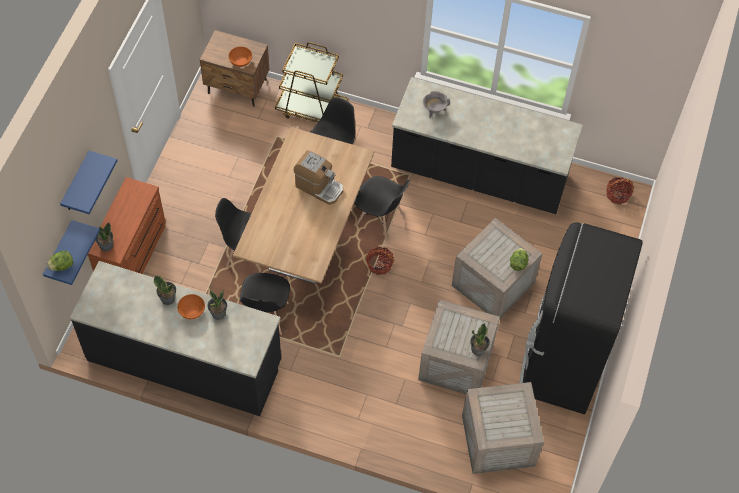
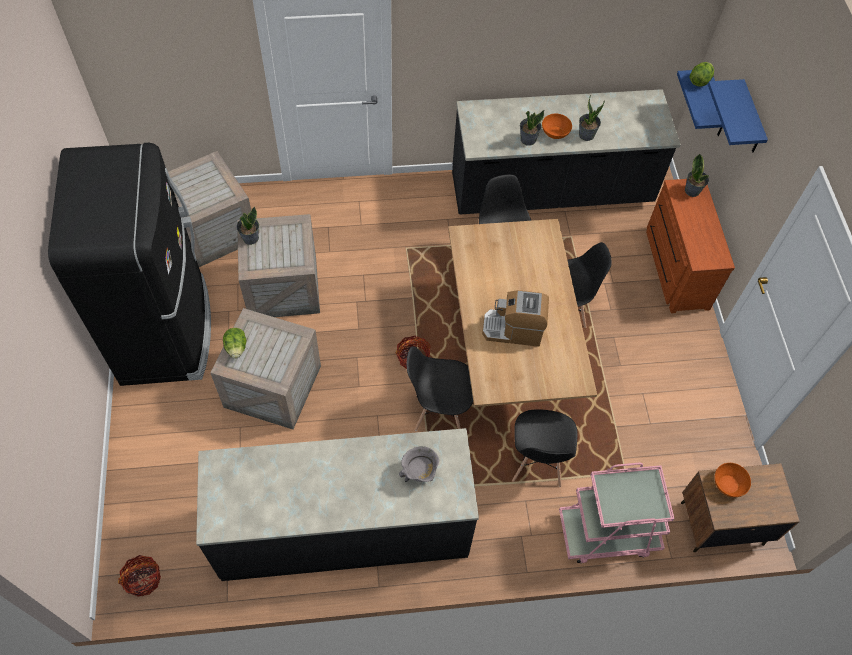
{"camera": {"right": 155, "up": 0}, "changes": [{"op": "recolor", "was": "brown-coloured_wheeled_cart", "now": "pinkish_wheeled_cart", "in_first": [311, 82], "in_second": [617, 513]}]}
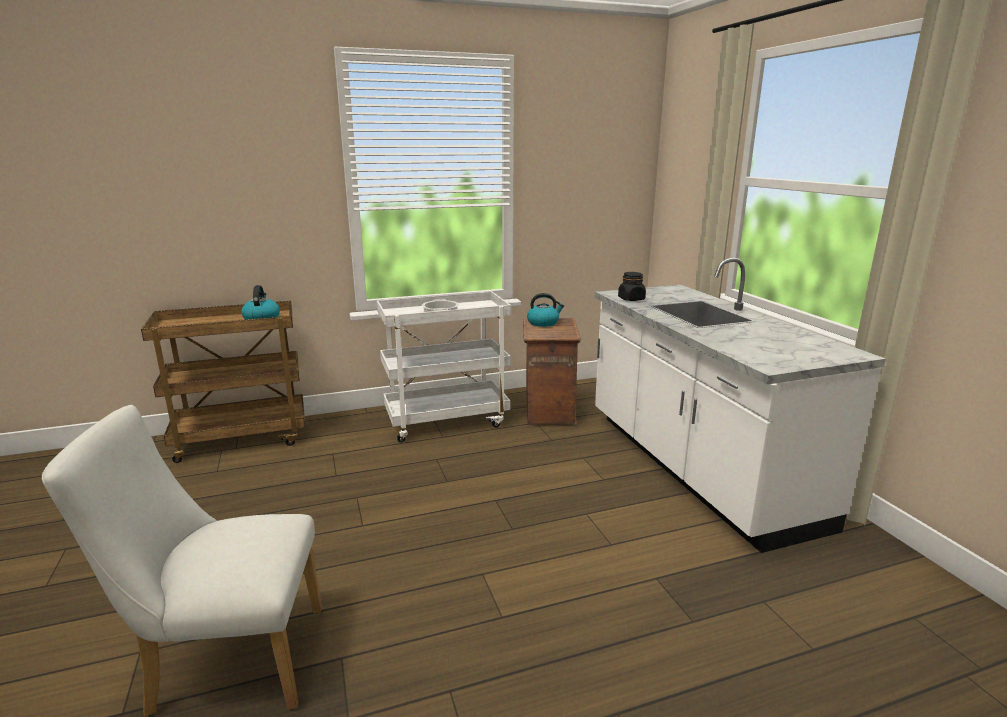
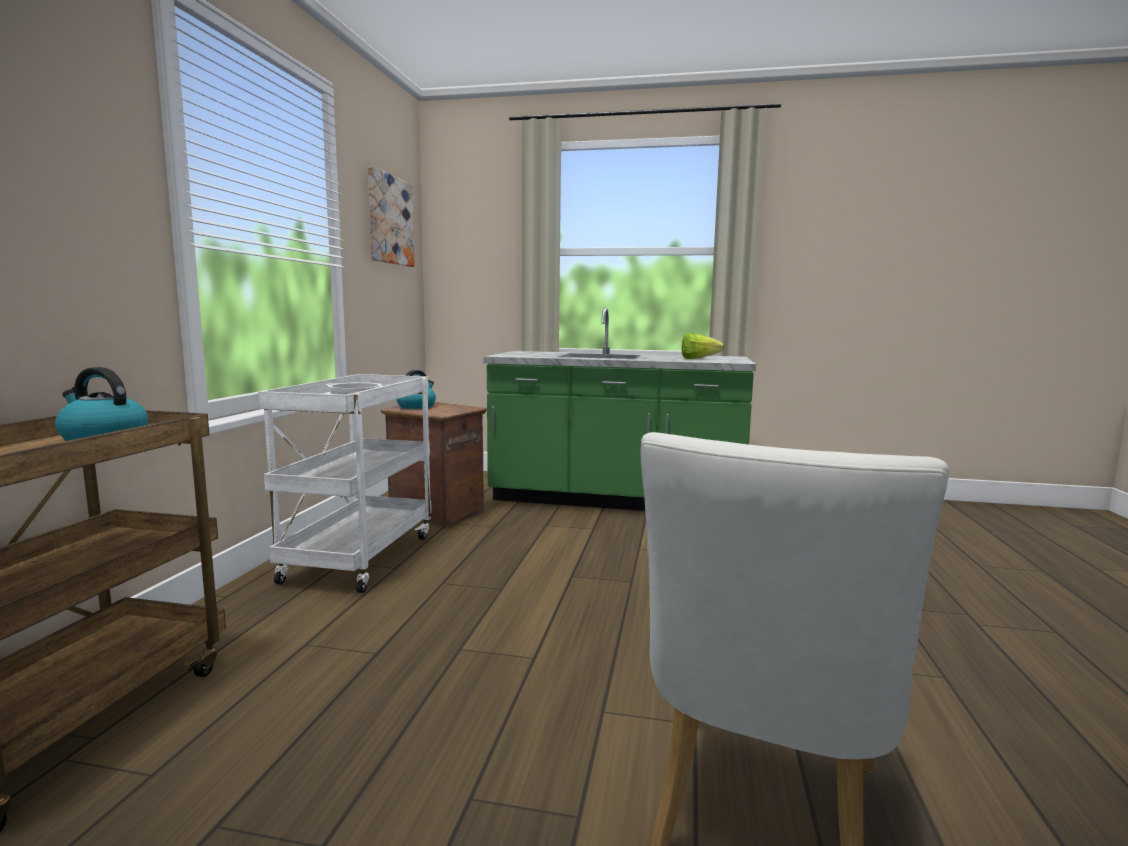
{"camera": {"right": -60, "up": -10}, "changes": [{"op": "insert", "now": "wall_art", "in_second": [391, 217]}, {"op": "recolor", "was": "white_kitchen_counter", "now": "greenish_kitchen_counter", "in_first": [740, 405], "in_second": [619, 409]}, {"op": "insert", "now": "head_of_lettuce", "in_second": [703, 346]}, {"op": "delete", "was": "black-coloured_preserve_jar", "in_first": [632, 286]}]}
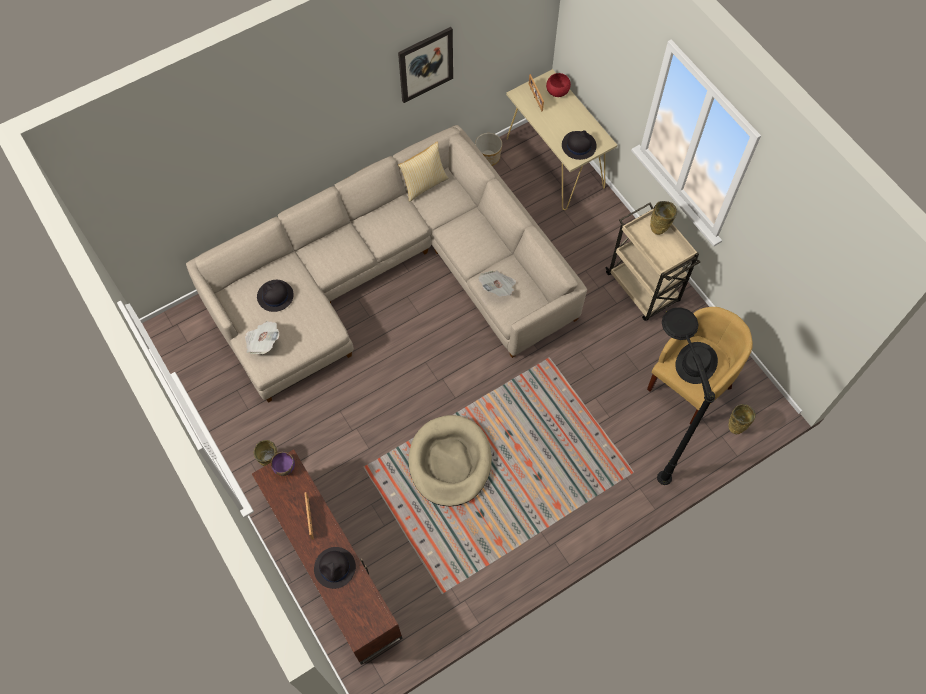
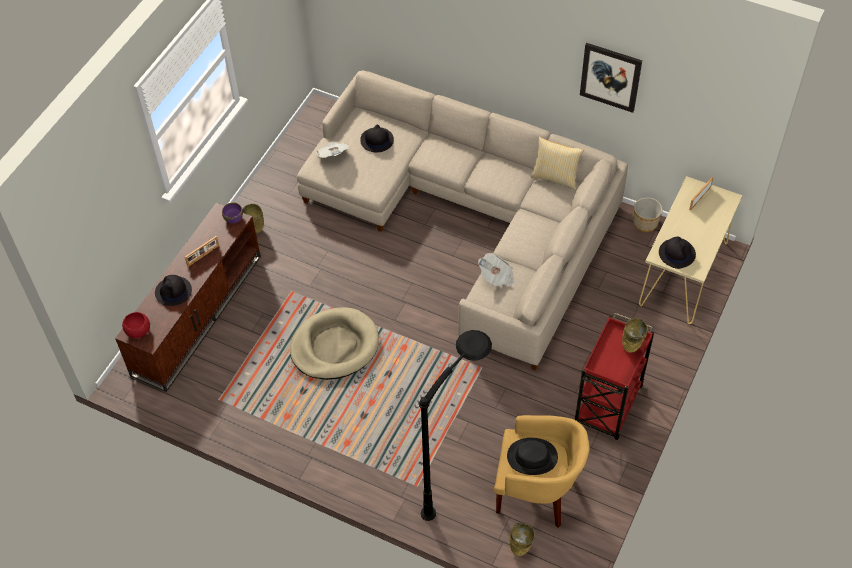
{"camera": {"right": 60, "up": -10}, "changes": [{"op": "move", "was": "red-coloured_serving_bowl", "in_first": [558, 85], "in_second": [136, 325]}, {"op": "recolor", "was": "beige_wheeled_cart", "now": "red-coloured_wheeled_cart", "in_first": [652, 261], "in_second": [614, 376]}]}
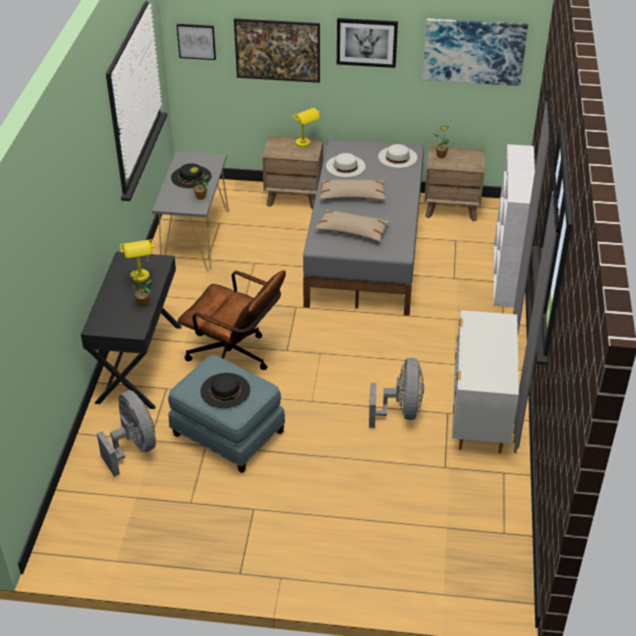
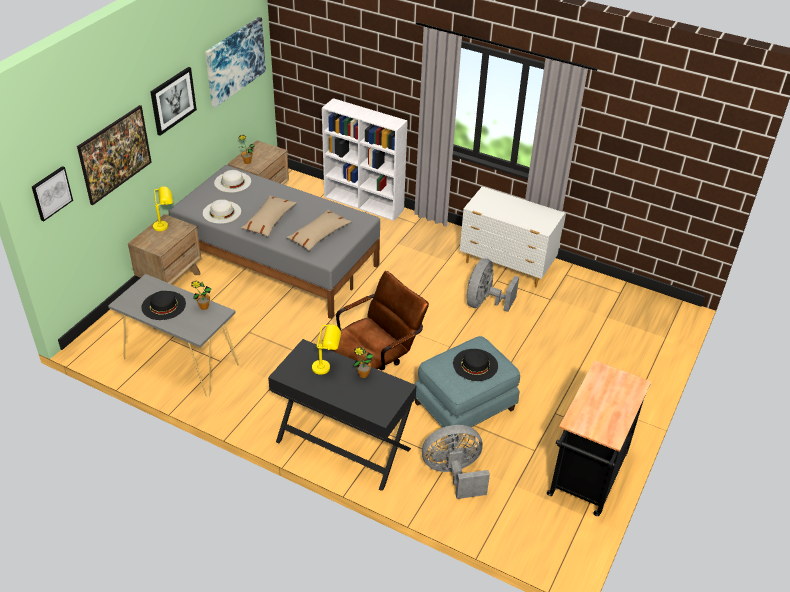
{"camera": {"right": -70, "up": 0}, "changes": [{"op": "rotate", "was": "grey_electric_fan", "in_first": [396, 393], "in_second": [493, 285], "clockwise": -90}, {"op": "insert", "now": "black-coloured_wheeled_cart", "in_second": [599, 438]}]}
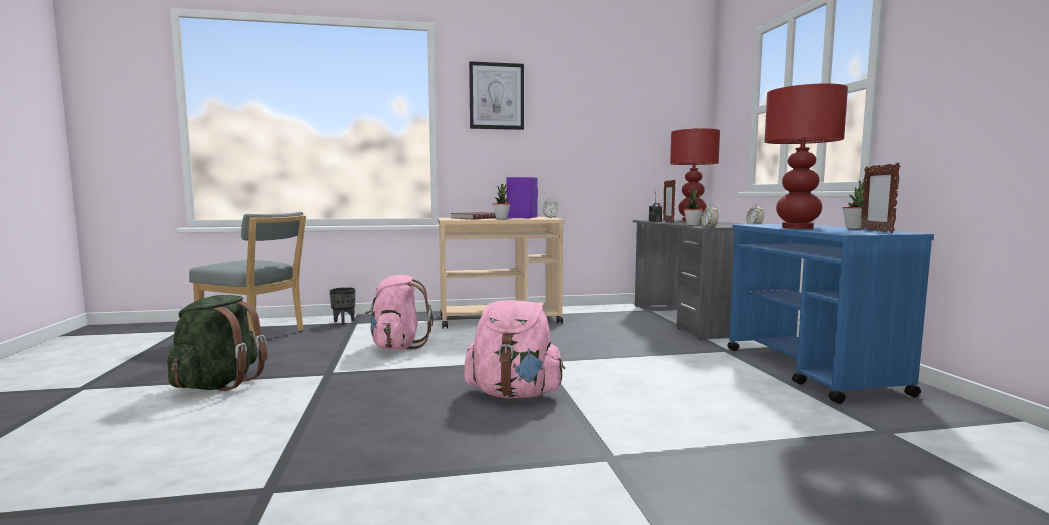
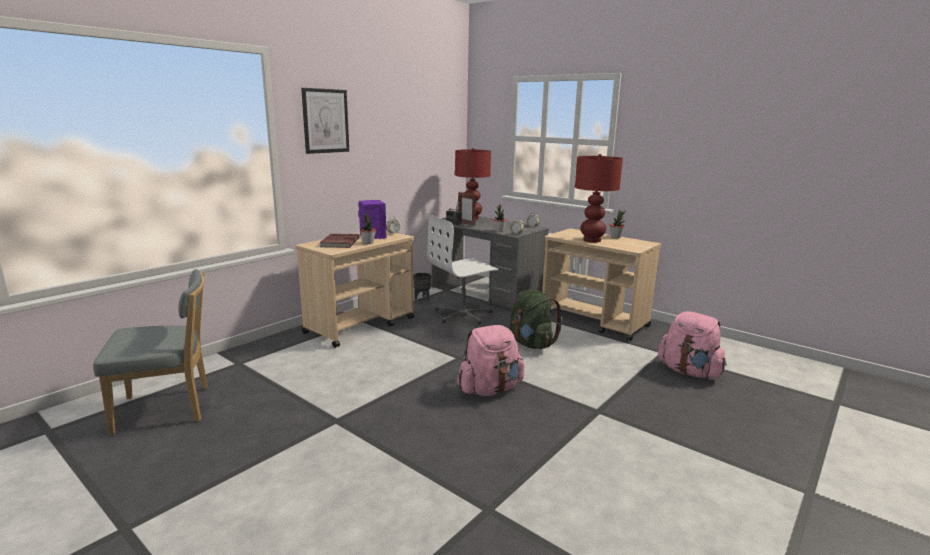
{"camera": {"right": -40, "up": 10}, "changes": [{"op": "move", "was": "black-coloured_flower_pot", "in_first": [342, 306], "in_second": [422, 287]}, {"op": "insert", "now": "white_computer_chair", "in_second": [463, 270]}, {"op": "move", "was": "greenish_backpack", "in_first": [217, 343], "in_second": [536, 319]}, {"op": "recolor", "was": "bluish_wheeled_cart", "now": "beige_wheeled_cart", "in_first": [830, 314], "in_second": [601, 284]}, {"op": "move", "was": "pinkish_backpack", "in_first": [399, 312], "in_second": [692, 344]}, {"op": "delete", "was": "picture_frame", "in_first": [880, 198]}]}
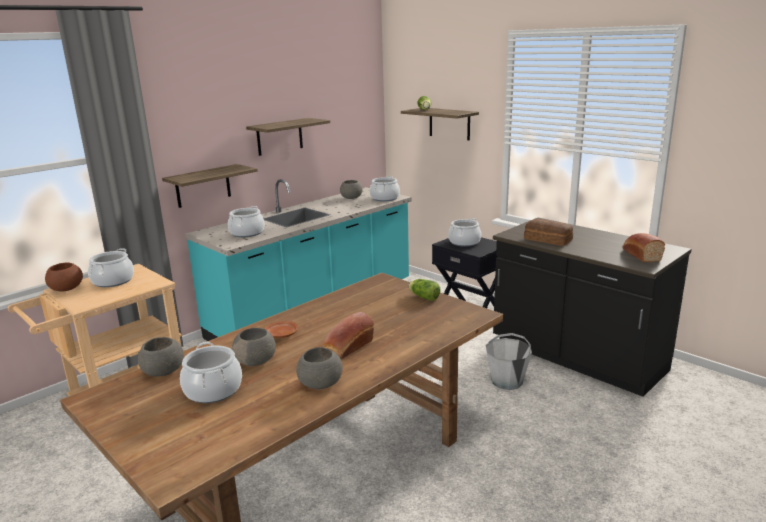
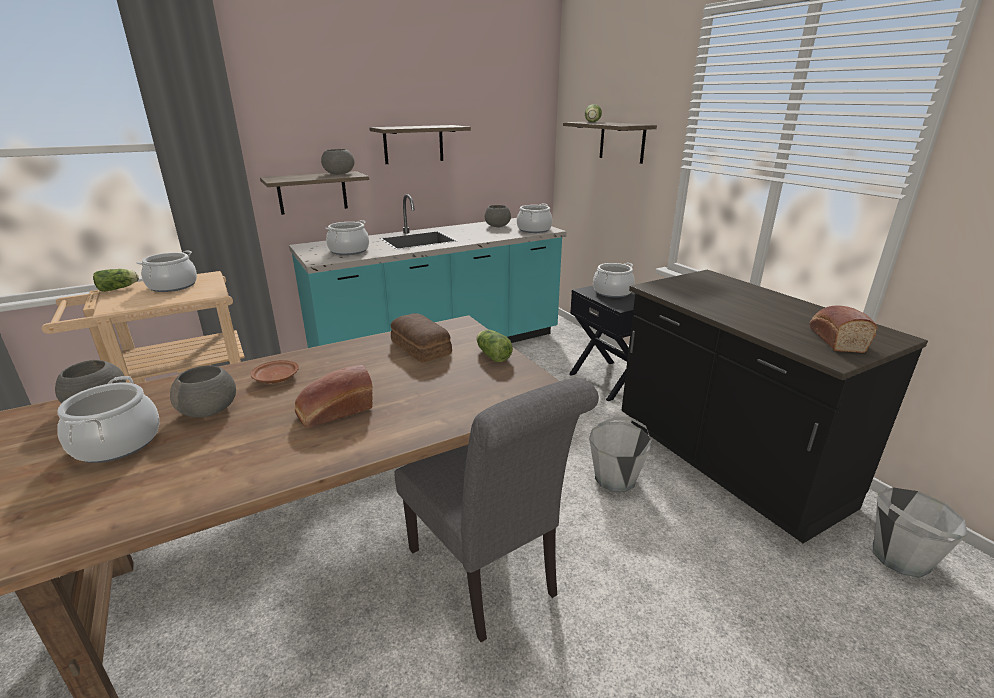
{"camera": {"right": 15, "up": 5}, "changes": [{"op": "replace", "was": "brown-coloured_serving_bowl", "now": "head_of_lettuce", "in_first": [64, 277], "in_second": [116, 280]}, {"op": "move", "was": "grey_serving_bowl", "in_first": [319, 368], "in_second": [337, 162]}, {"op": "move", "was": "bakery_bread", "in_first": [548, 232], "in_second": [421, 338]}, {"op": "insert", "now": "grey_upright_chair", "in_second": [496, 510]}, {"op": "insert", "now": "grey_water_bucket", "in_second": [920, 533]}]}
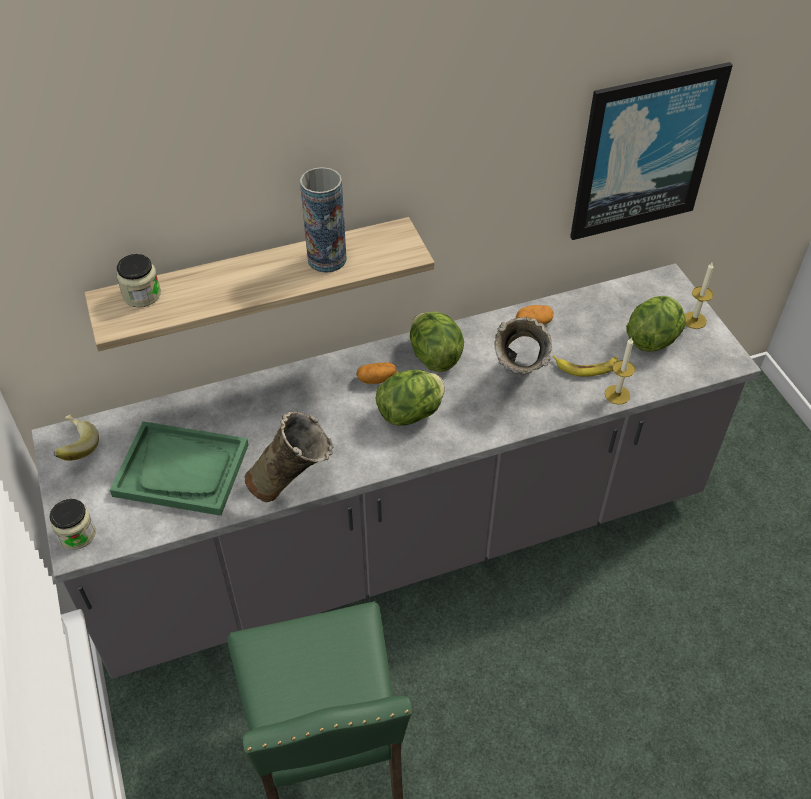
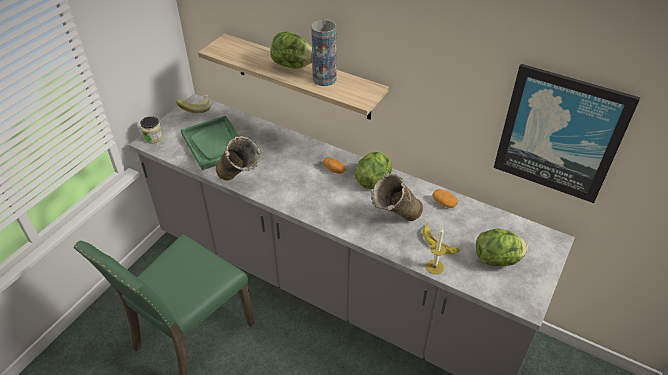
{"camera": {"right": 50, "up": -5}, "changes": [{"op": "move", "was": "head_of_lettuce", "in_first": [410, 398], "in_second": [291, 50]}, {"op": "delete", "was": "preserve_jar", "in_first": [139, 280]}, {"op": "delete", "was": "wax_light", "in_first": [699, 296]}]}
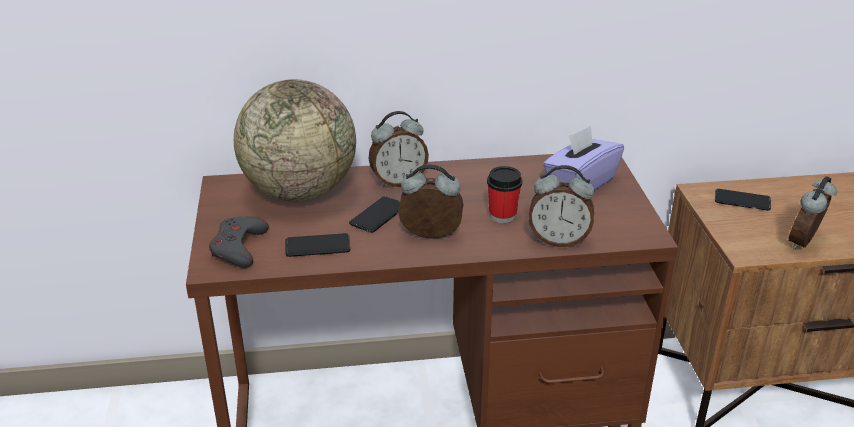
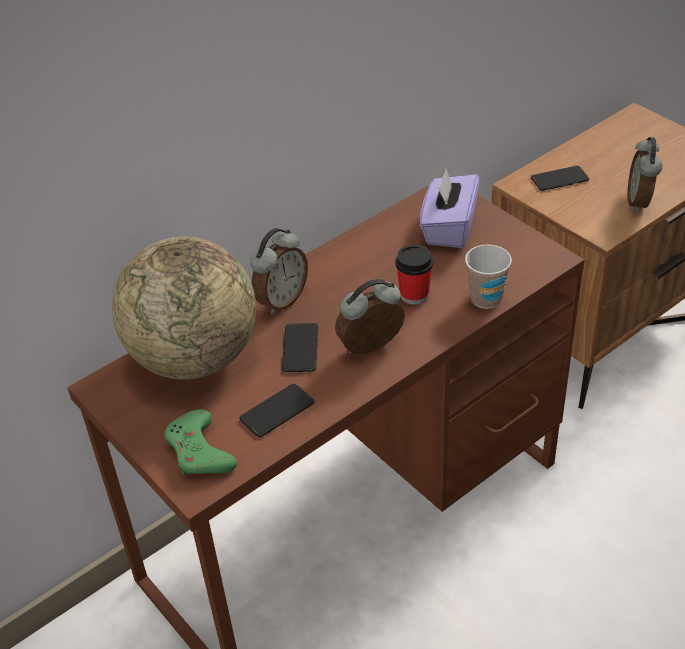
{"camera": {"right": -30, "up": 10}, "changes": [{"op": "recolor", "was": "grey_joypad", "now": "greenish_joypad", "in_first": [239, 242], "in_second": [201, 442]}, {"op": "replace", "was": "bedside_clock", "now": "drinking_cup", "in_first": [561, 206], "in_second": [488, 276]}]}
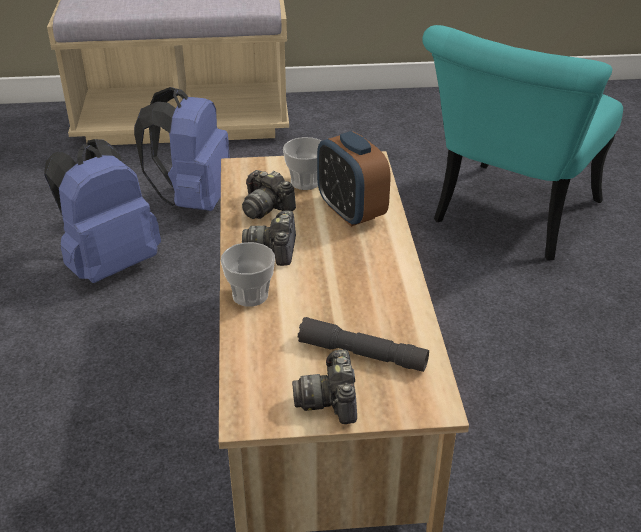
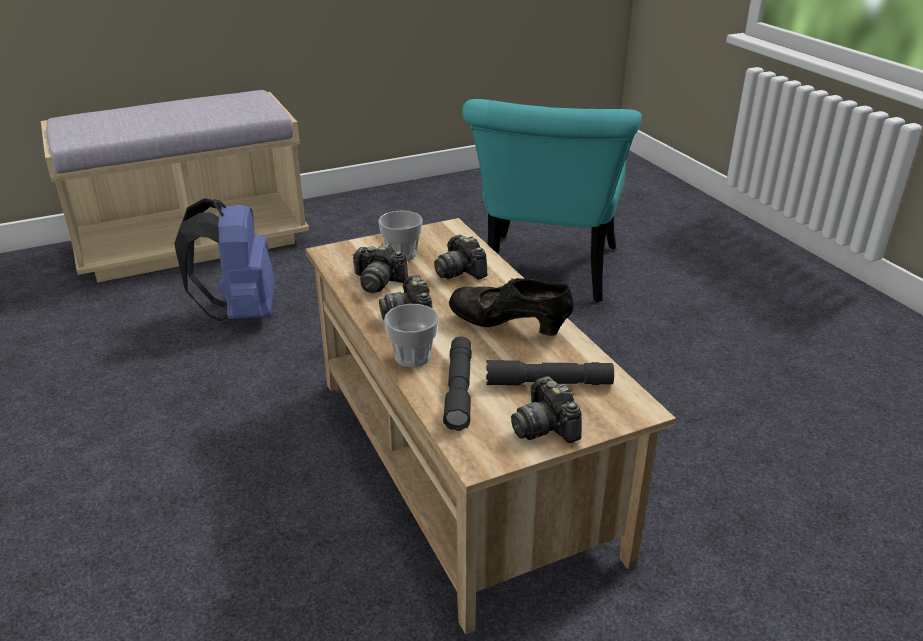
{"camera": {"right": -20, "up": -5}, "changes": [{"op": "replace", "was": "bedside_clock", "now": "still_camera", "in_first": [354, 179], "in_second": [461, 257]}, {"op": "insert", "now": "grey_hand_torch", "in_second": [457, 383]}, {"op": "insert", "now": "black-coloured_item_of_footwear", "in_second": [511, 307]}, {"op": "delete", "was": "bluish_backpack", "in_first": [102, 211]}]}
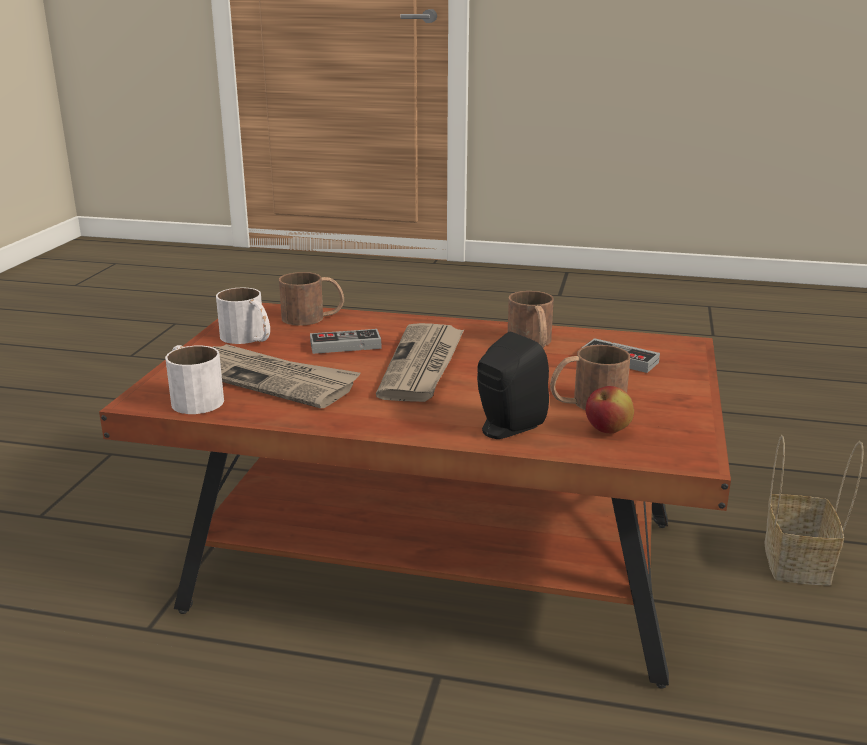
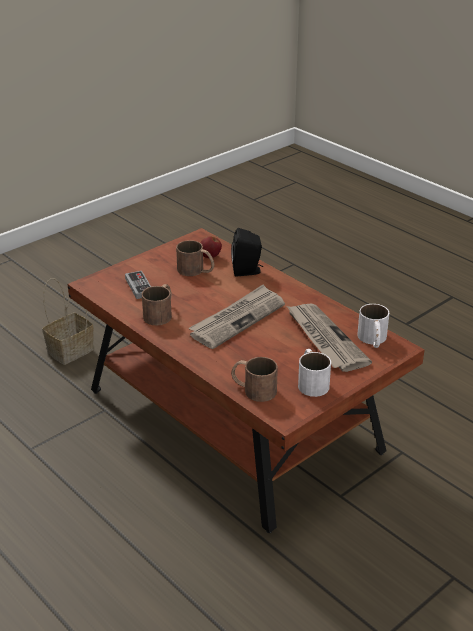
{"camera": {"right": -145, "up": 10}, "changes": [{"op": "delete", "was": "joypad", "in_first": [346, 341]}]}
